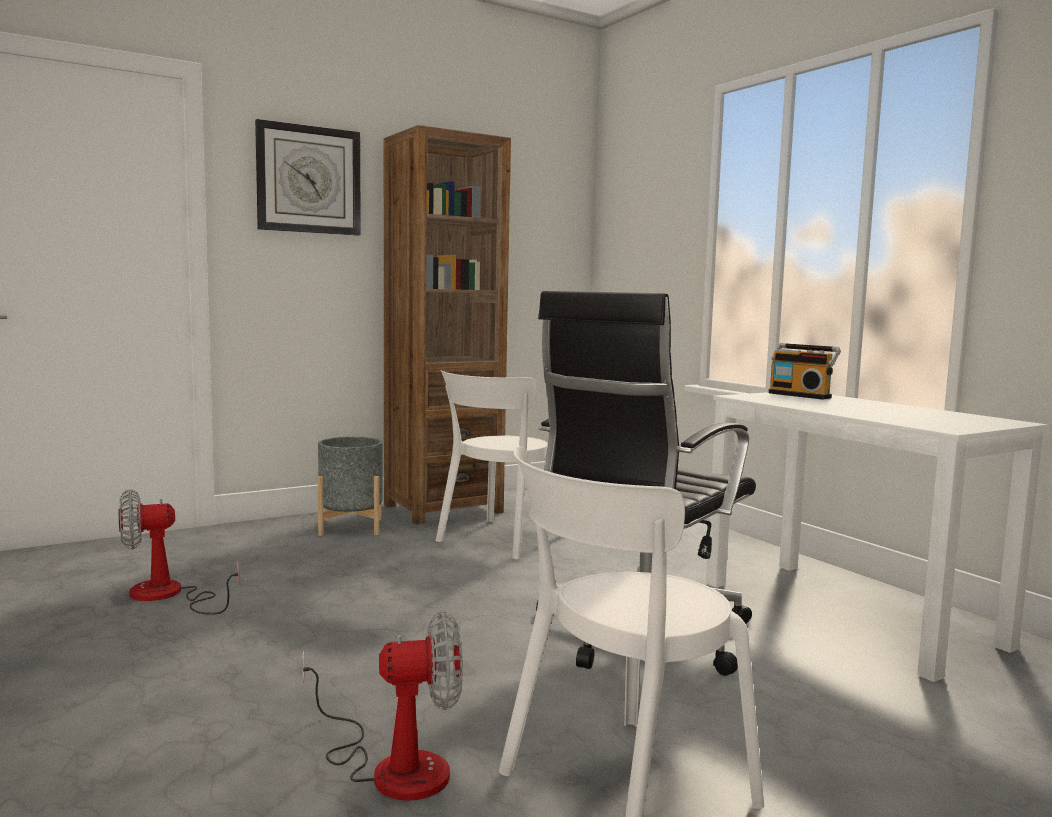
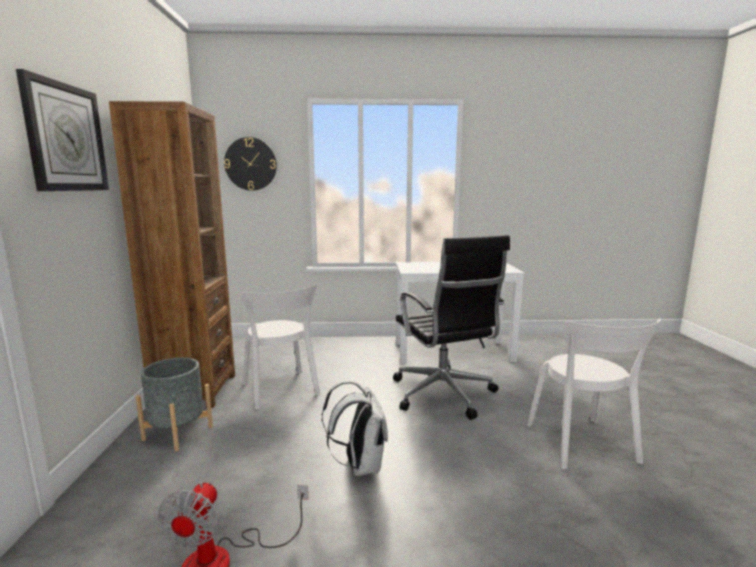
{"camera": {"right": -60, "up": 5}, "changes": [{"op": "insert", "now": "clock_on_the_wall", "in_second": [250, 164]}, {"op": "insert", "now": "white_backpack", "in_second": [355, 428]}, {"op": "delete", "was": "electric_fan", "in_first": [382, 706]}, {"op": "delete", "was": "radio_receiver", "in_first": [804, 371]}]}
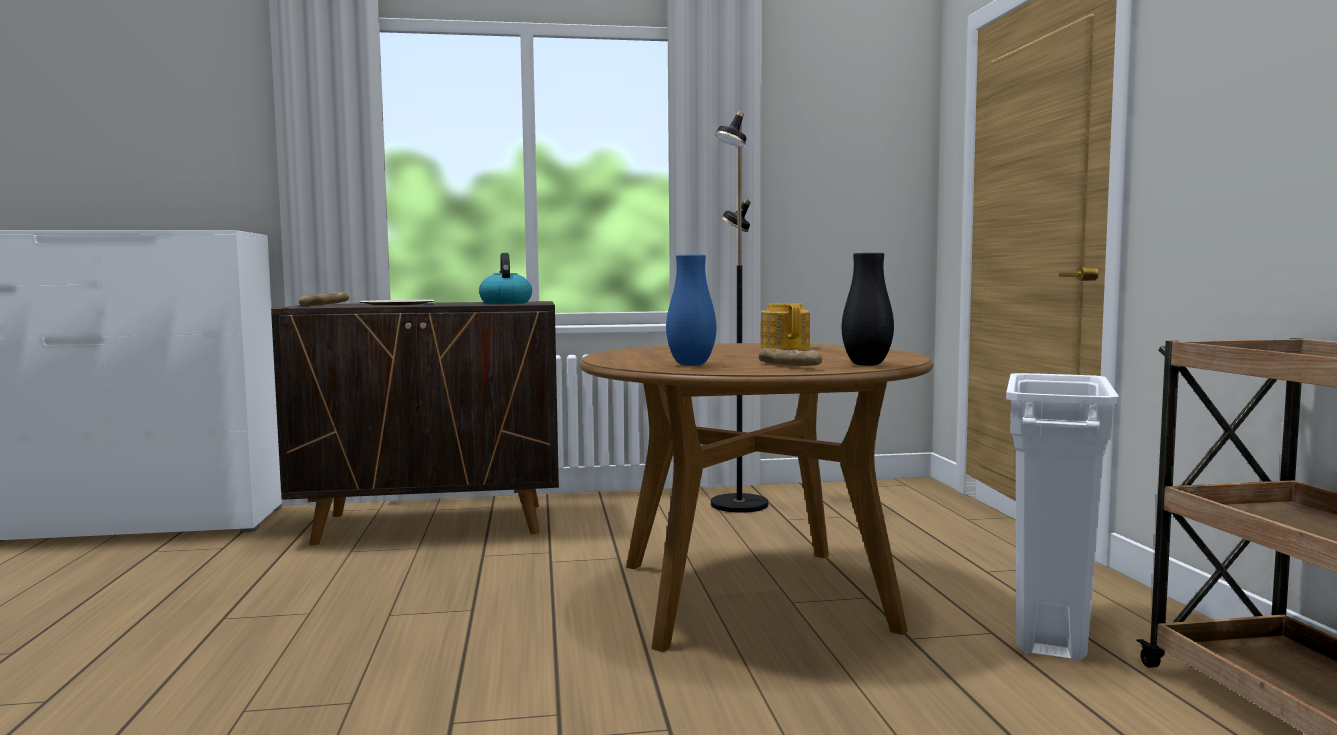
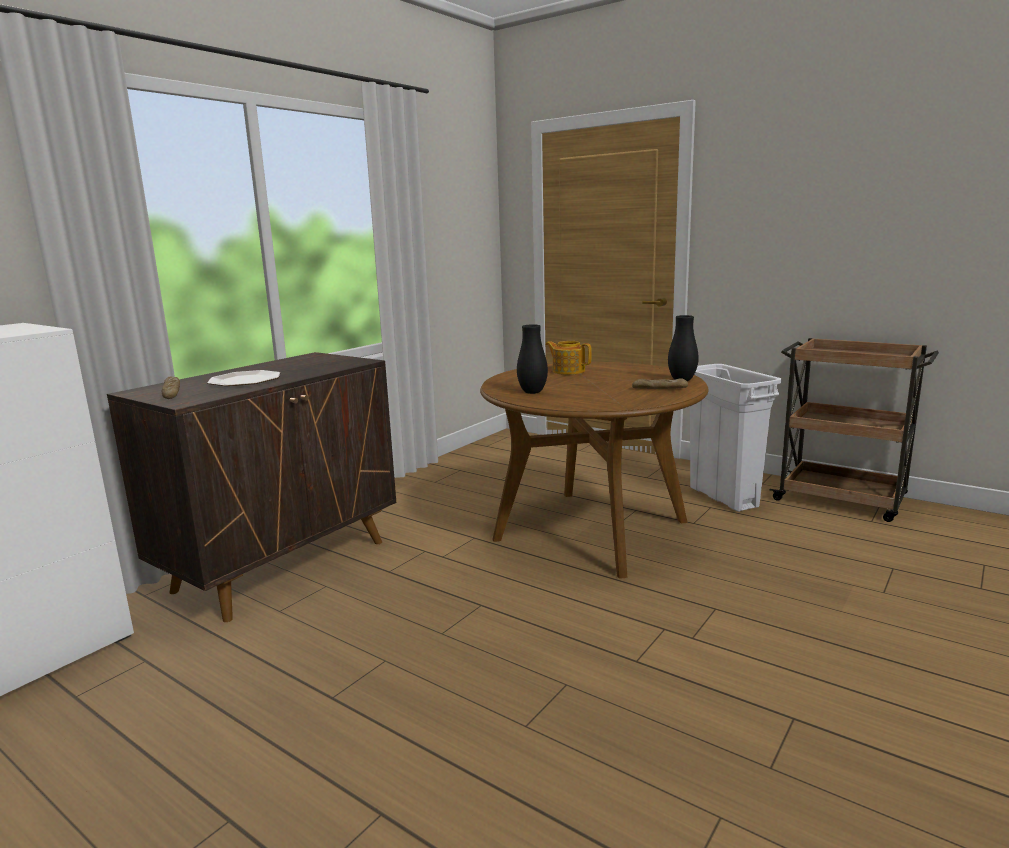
{"camera": {"right": -45, "up": 10}, "changes": [{"op": "insert", "now": "black-coloured_flower_vase", "in_second": [532, 359]}, {"op": "delete", "was": "kettle", "in_first": [505, 278]}, {"op": "delete", "was": "bluish_flower_vase", "in_first": [691, 310]}, {"op": "delete", "was": "black-coloured_standard_lamp", "in_first": [739, 312]}]}
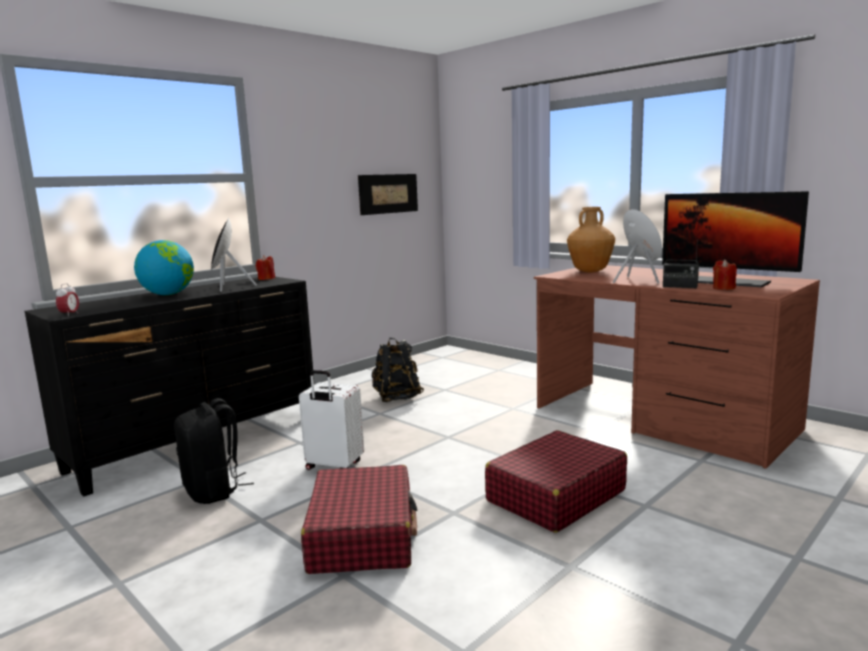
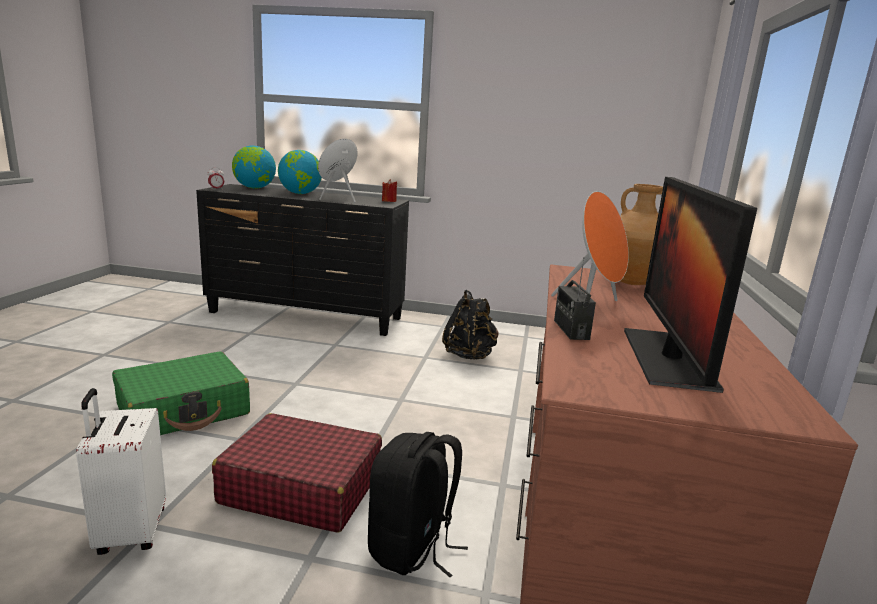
{"camera": {"right": 55, "up": 5}, "changes": [{"op": "move", "was": "white_suitcase", "in_first": [331, 420], "in_second": [121, 471]}, {"op": "recolor", "was": "red-coloured_suitcase", "now": "greenish_suitcase", "in_first": [359, 519], "in_second": [181, 393]}, {"op": "insert", "now": "desk_globe", "in_second": [254, 167]}, {"op": "move", "was": "black-coloured_backpack", "in_first": [214, 451], "in_second": [418, 505]}, {"op": "delete", "was": "wall_art", "in_first": [388, 194]}, {"op": "delete", "was": "red-coloured_wax_light", "in_first": [725, 274]}]}
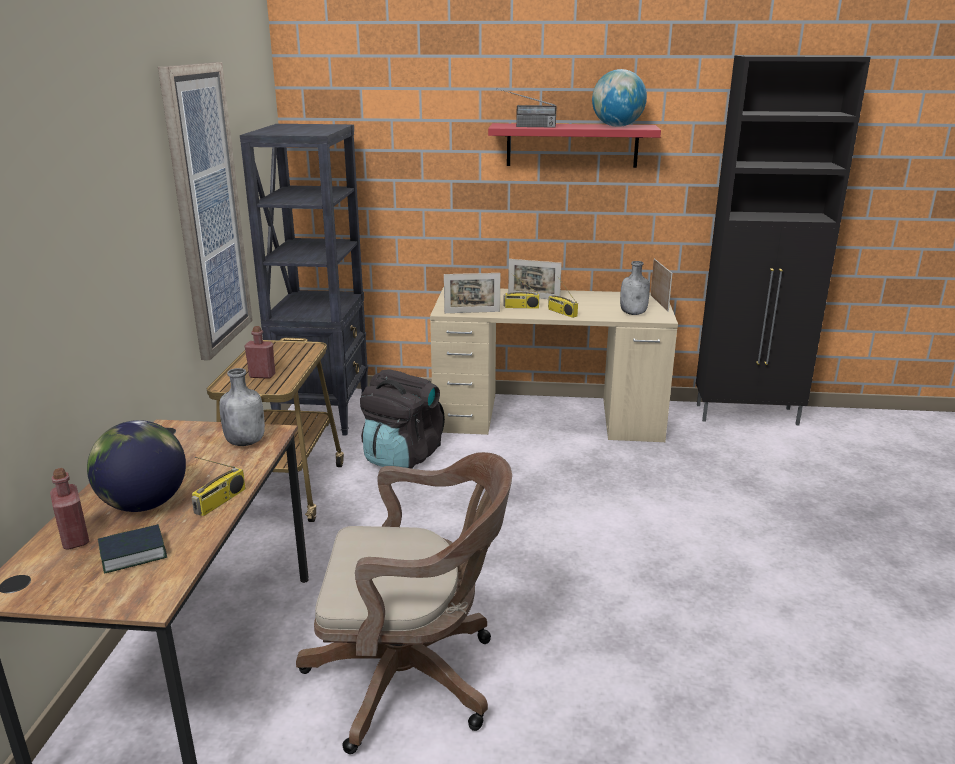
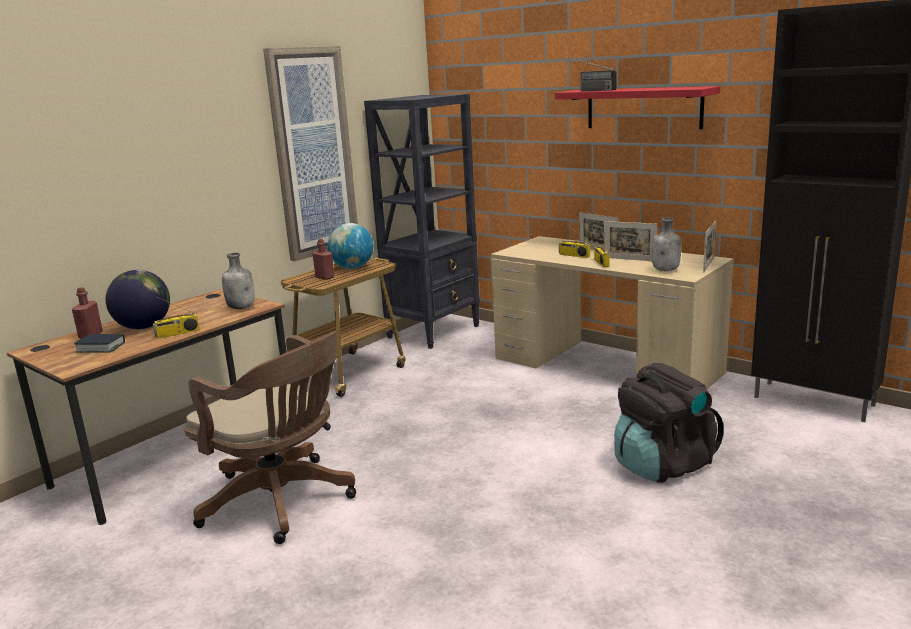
{"camera": {"right": 35, "up": -5}, "changes": [{"op": "move", "was": "desk_globe", "in_first": [619, 98], "in_second": [350, 246]}, {"op": "move", "was": "picture_frame", "in_first": [472, 293], "in_second": [630, 241]}, {"op": "move", "was": "black-coloured_backpack", "in_first": [402, 419], "in_second": [669, 423]}]}
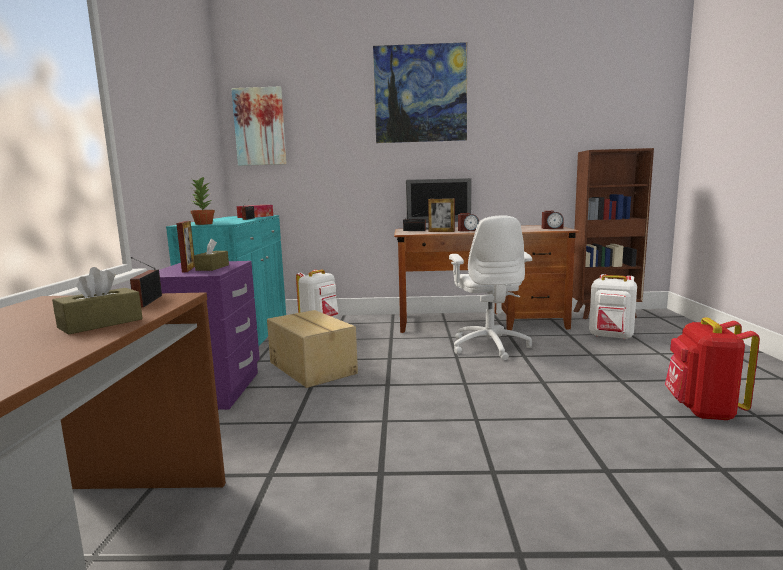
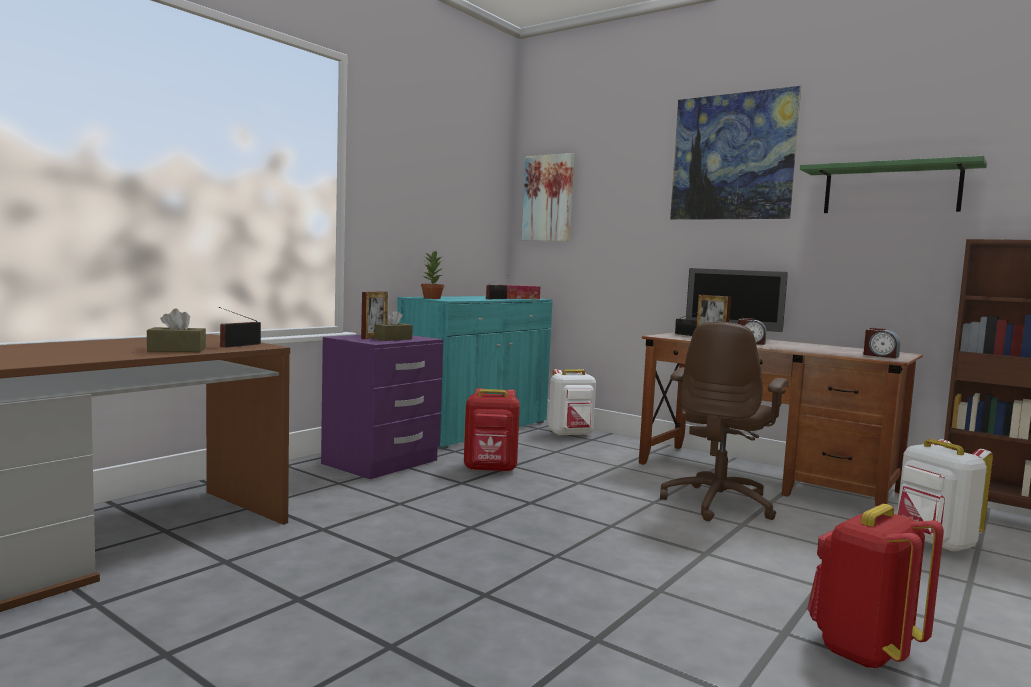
{"camera": {"right": 35, "up": -5}, "changes": [{"op": "replace", "was": "cardboard_box", "now": "red-coloured_backpack", "in_first": [312, 349], "in_second": [492, 430]}, {"op": "recolor", "was": "white_computer_chair", "now": "brown-coloured_computer_chair", "in_first": [490, 287], "in_second": [724, 421]}, {"op": "insert", "now": "greenish_bracket_shelf", "in_second": [893, 184]}]}
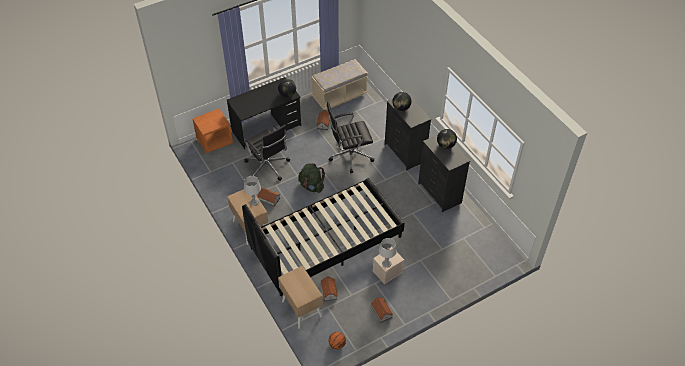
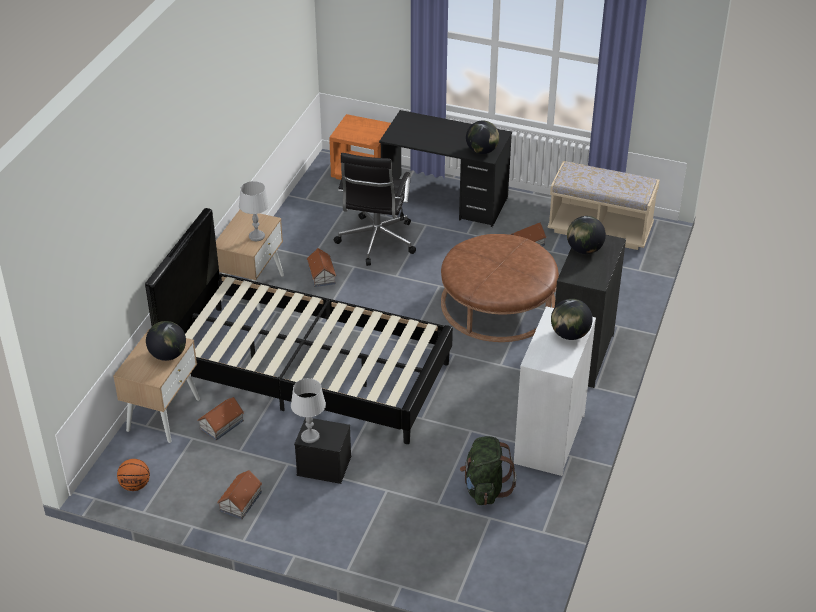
{"camera": {"right": 50, "up": -10}, "changes": [{"op": "insert", "now": "desk_globe", "in_second": [166, 341]}, {"op": "recolor", "was": "beige_storage_box", "now": "black-coloured_storage_box", "in_first": [388, 265], "in_second": [322, 450]}, {"op": "replace", "was": "black-coloured_computer_chair", "now": "brown-coloured_pouffe", "in_first": [350, 137], "in_second": [500, 288]}, {"op": "move", "was": "greenish_backpack", "in_first": [311, 178], "in_second": [488, 470]}, {"op": "recolor", "was": "black-coloured_drawer_chest", "now": "white_drawer_chest", "in_first": [444, 173], "in_second": [555, 391]}]}
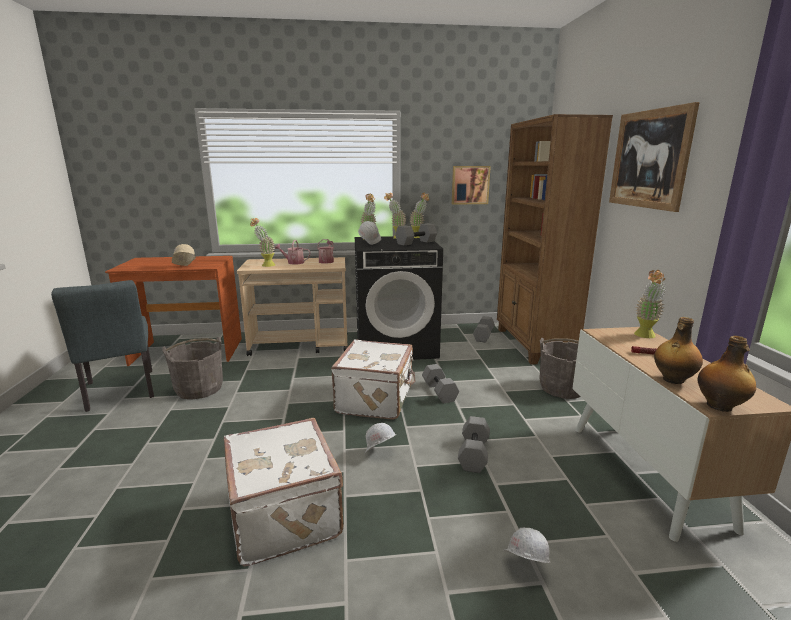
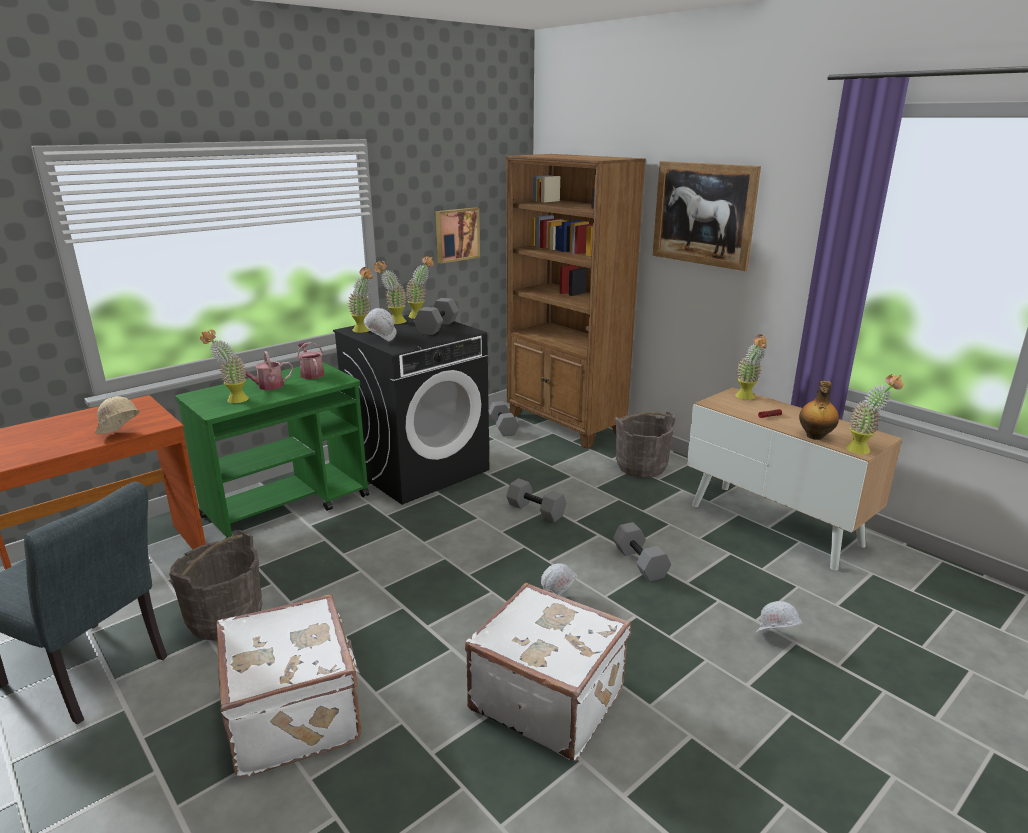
{"camera": {"right": -35, "up": 5}, "changes": [{"op": "recolor", "was": "beige_wheeled_cart", "now": "greenish_wheeled_cart", "in_first": [292, 306], "in_second": [272, 451]}, {"op": "move", "was": "white_suitcase", "in_first": [373, 379], "in_second": [289, 686]}, {"op": "replace", "was": "beverage_bottle", "now": "plant_in_a_pot", "in_first": [726, 374], "in_second": [874, 414]}]}
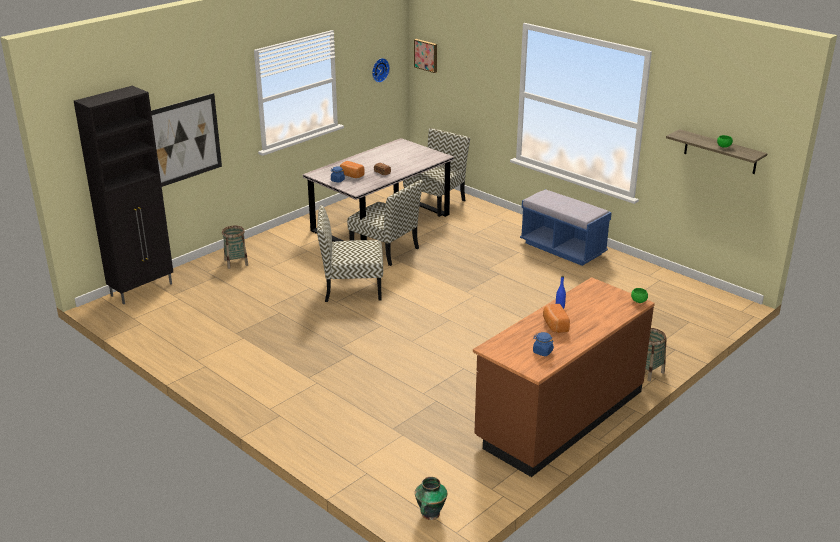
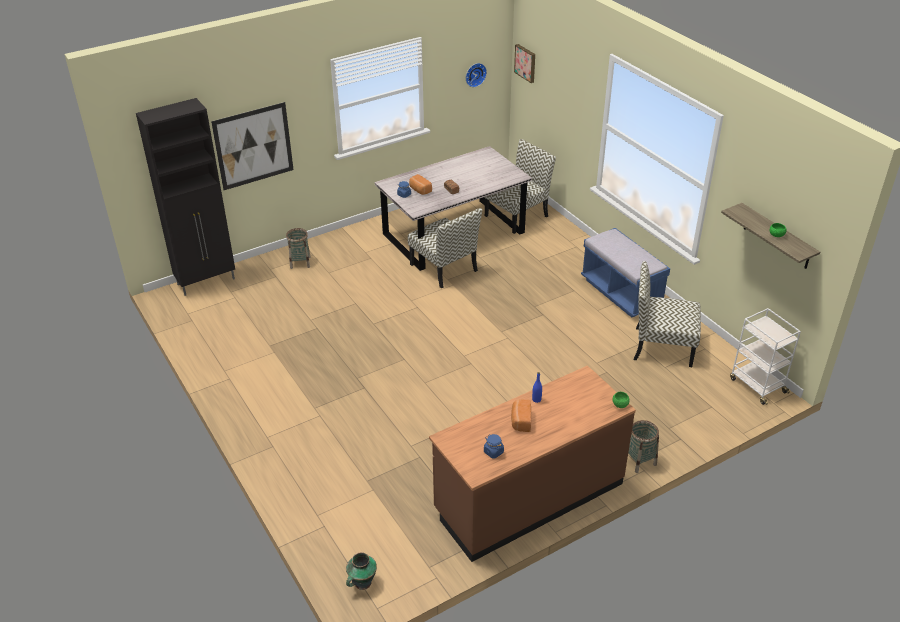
{"camera": {"right": 15, "up": 10}, "changes": [{"op": "move", "was": "upright_chair", "in_first": [350, 253], "in_second": [667, 314]}, {"op": "insert", "now": "white_wheeled_cart", "in_second": [765, 356]}]}
